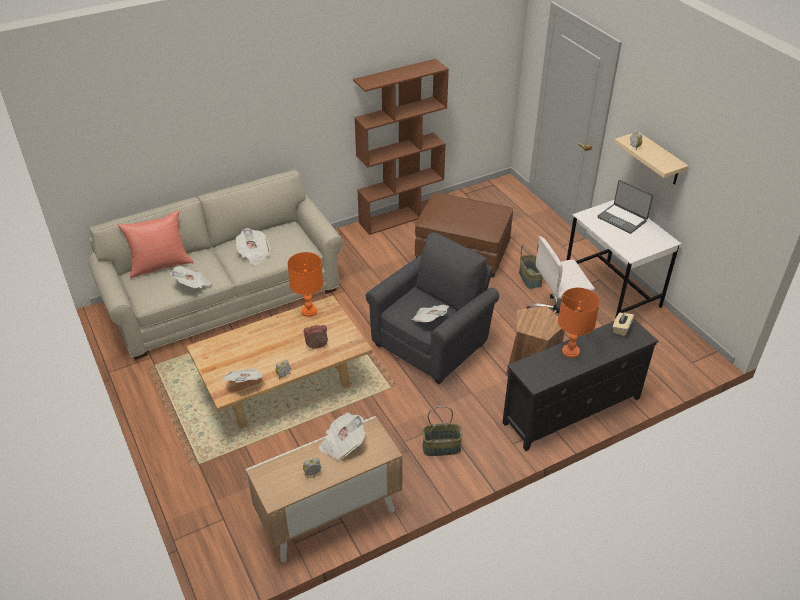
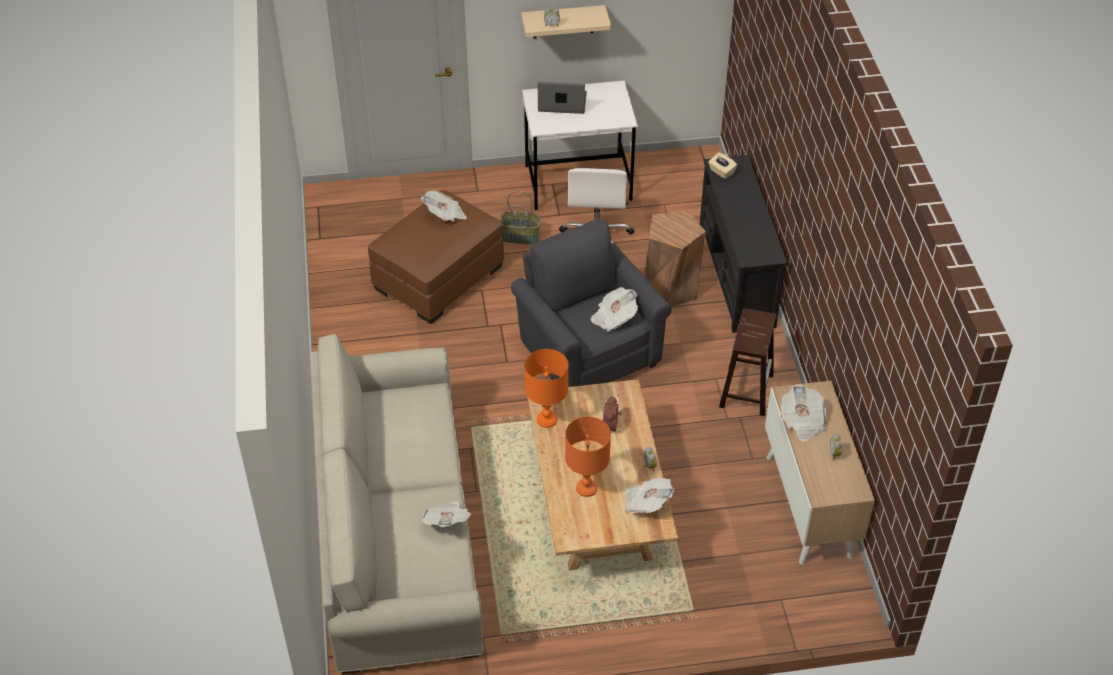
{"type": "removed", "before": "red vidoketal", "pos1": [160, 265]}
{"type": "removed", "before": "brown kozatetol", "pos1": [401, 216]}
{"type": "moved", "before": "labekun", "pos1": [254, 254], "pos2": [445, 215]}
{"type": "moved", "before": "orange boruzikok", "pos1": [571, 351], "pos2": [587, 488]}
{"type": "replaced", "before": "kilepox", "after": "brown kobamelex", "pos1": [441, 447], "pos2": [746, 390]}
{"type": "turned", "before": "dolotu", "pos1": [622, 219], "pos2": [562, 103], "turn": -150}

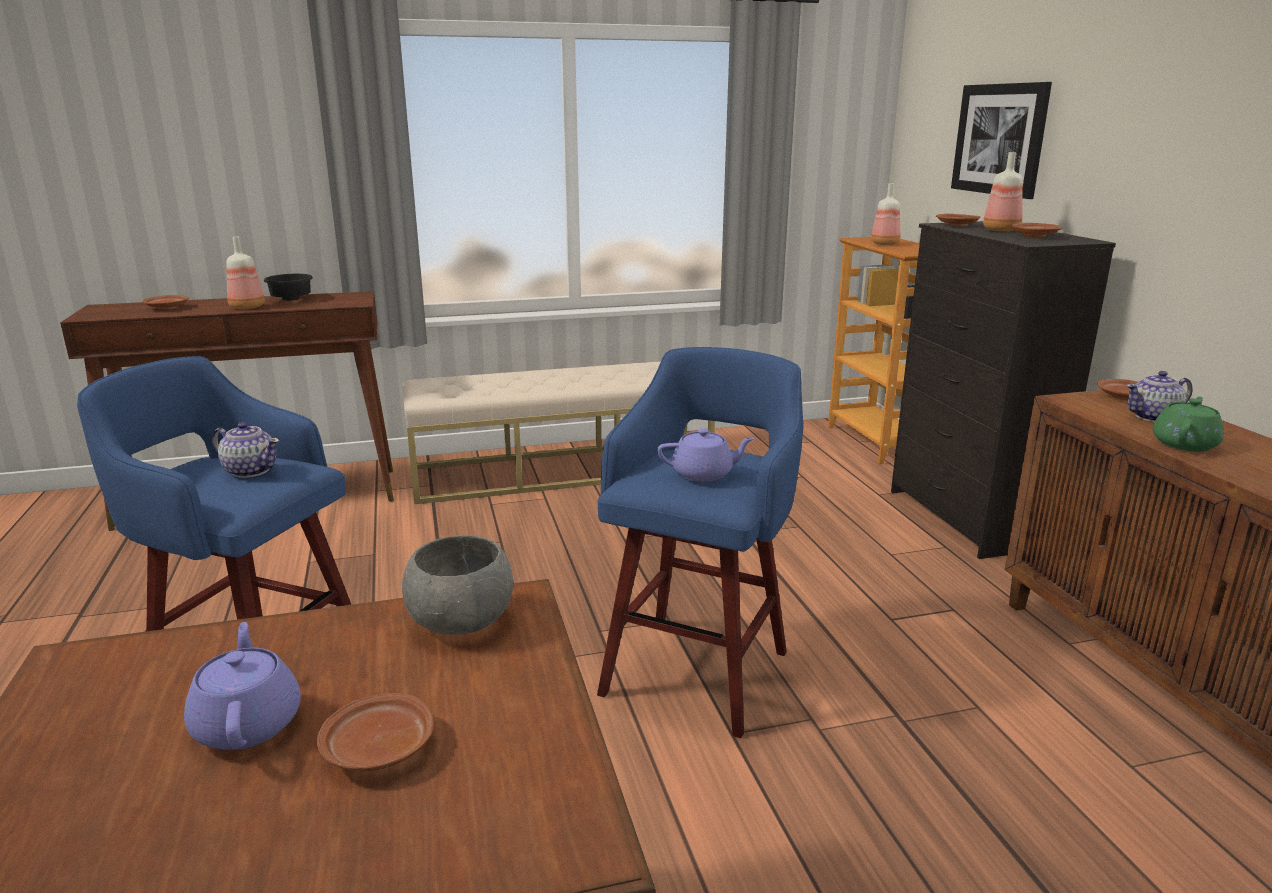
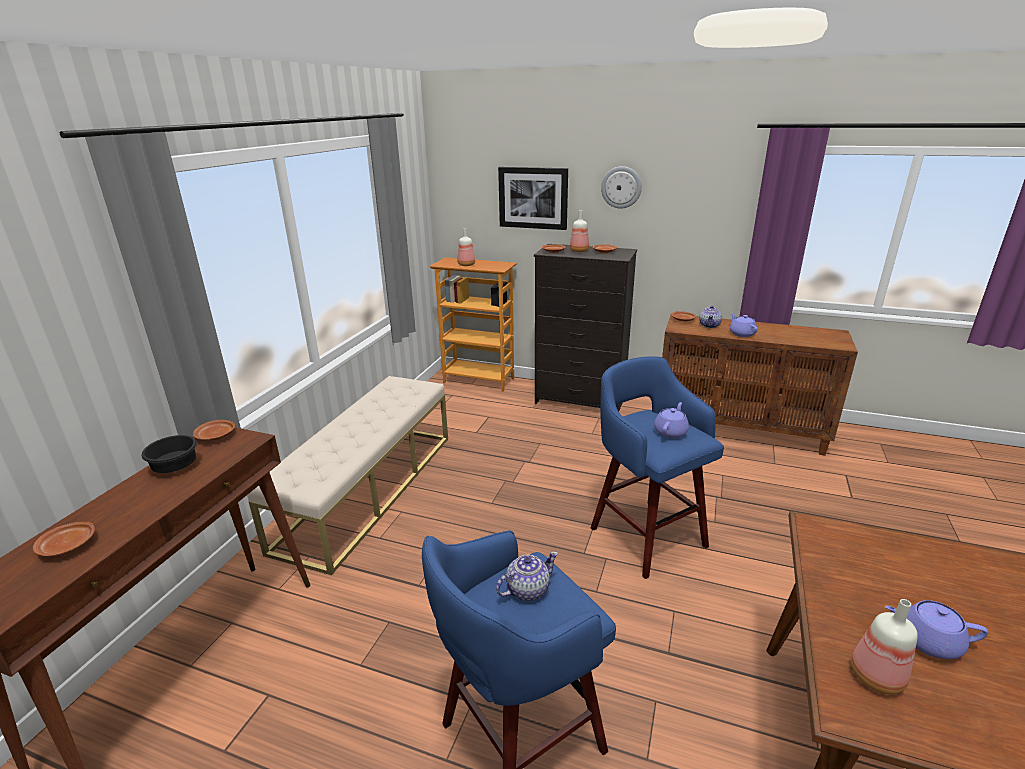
{"type": "removed", "before": "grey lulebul", "pos1": [460, 621]}
{"type": "added", "after": "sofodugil", "pos2": [621, 187]}
{"type": "moved", "before": "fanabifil", "pos1": [246, 307], "pos2": [875, 677]}
{"type": "moved", "before": "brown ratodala", "pos1": [378, 749], "pos2": [216, 436]}
{"type": "recoloured", "before": "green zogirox", "after": "purple zogirox", "pos1": [1184, 444], "pos2": [741, 333]}

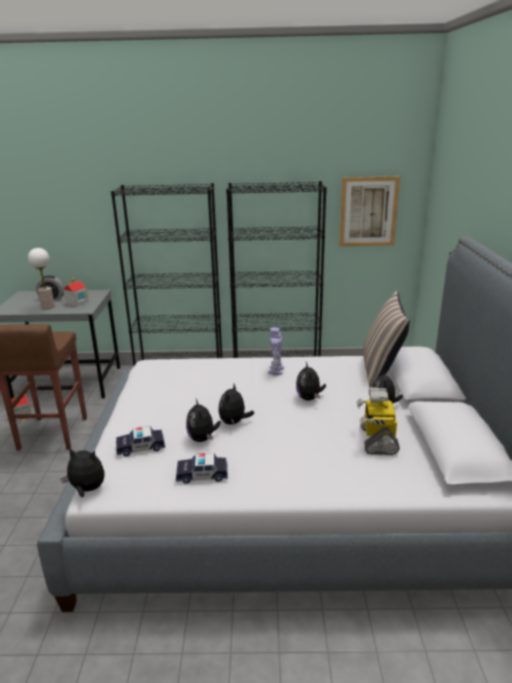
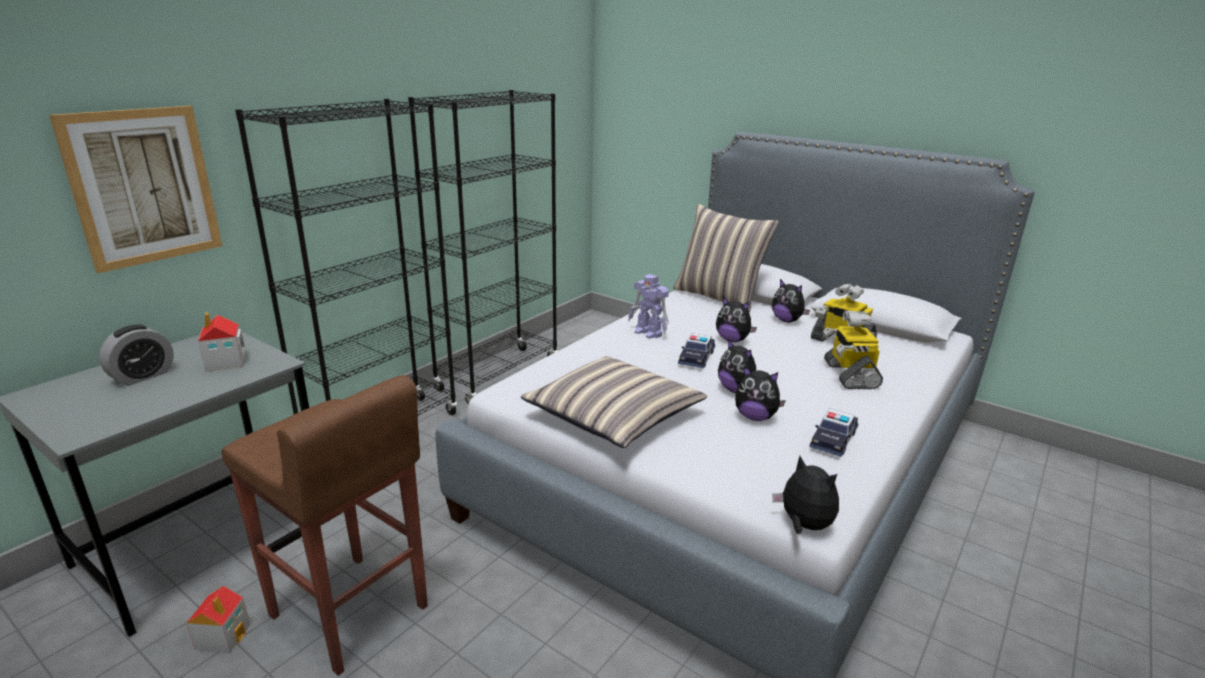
{"type": "removed", "before": "boruzikok", "pos1": [48, 307]}
{"type": "added", "after": "vidoketal", "pos2": [614, 415]}
{"type": "added", "after": "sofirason", "pos2": [849, 375]}
{"type": "moved", "before": "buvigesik", "pos1": [140, 447], "pos2": [696, 358]}
{"type": "moved", "before": "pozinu", "pos1": [368, 212], "pos2": [143, 187]}
{"type": "turned", "before": "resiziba", "pos1": [87, 490], "pos2": [803, 526], "turn": 90}

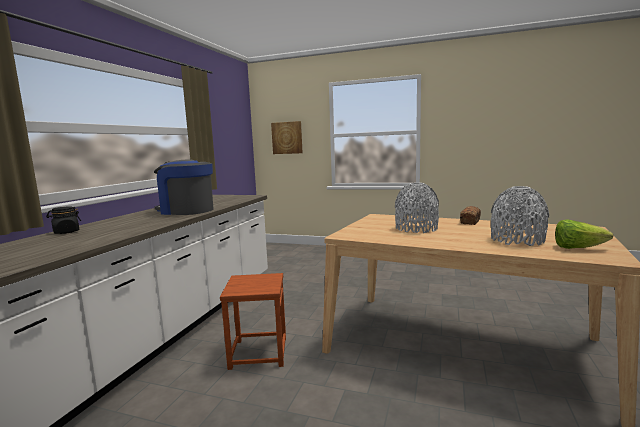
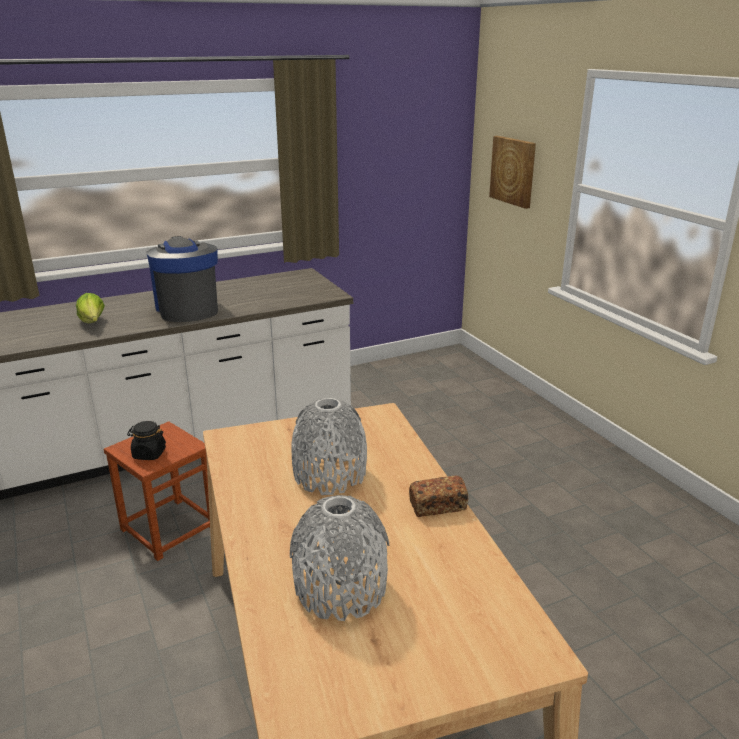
{"type": "moved", "before": "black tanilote", "pos1": [66, 232], "pos2": [149, 454]}
{"type": "moved", "before": "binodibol", "pos1": [577, 248], "pos2": [93, 323]}

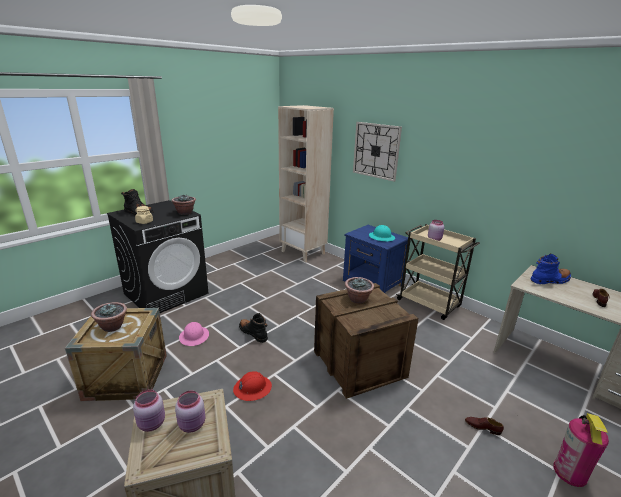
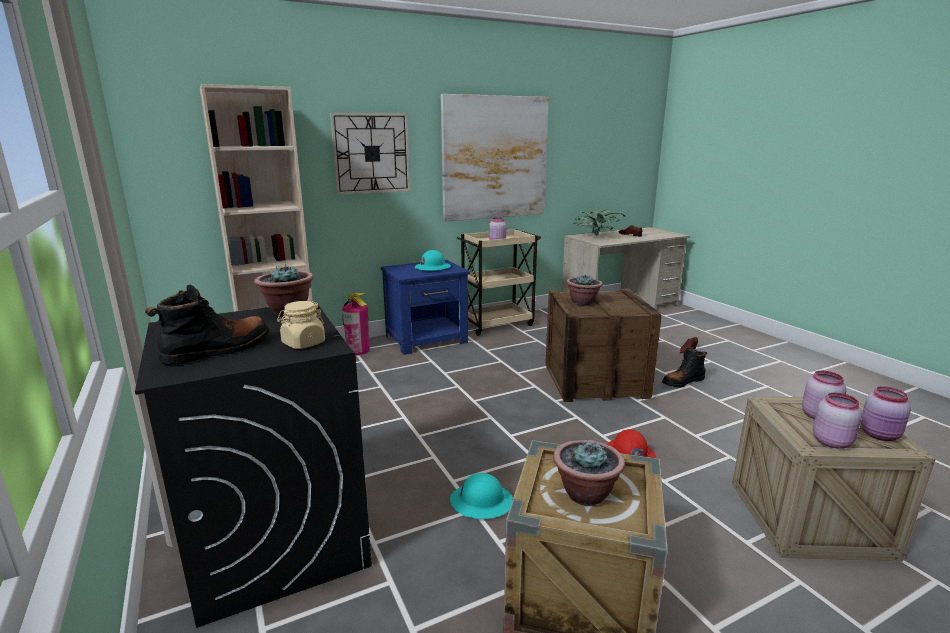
{"type": "added", "after": "pozinu", "pos2": [495, 158]}
{"type": "added", "after": "pink tanilote", "pos2": [880, 435]}
{"type": "moved", "before": "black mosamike", "pos1": [253, 333], "pos2": [683, 382]}
{"type": "moved", "before": "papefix", "pos1": [570, 472], "pos2": [358, 350]}
{"type": "replaced", "before": "blue mosamike", "after": "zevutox", "pos1": [550, 280], "pos2": [595, 237]}
{"type": "recoloured", "before": "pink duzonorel", "after": "turquoise duzonorel", "pos1": [194, 336], "pos2": [481, 501]}

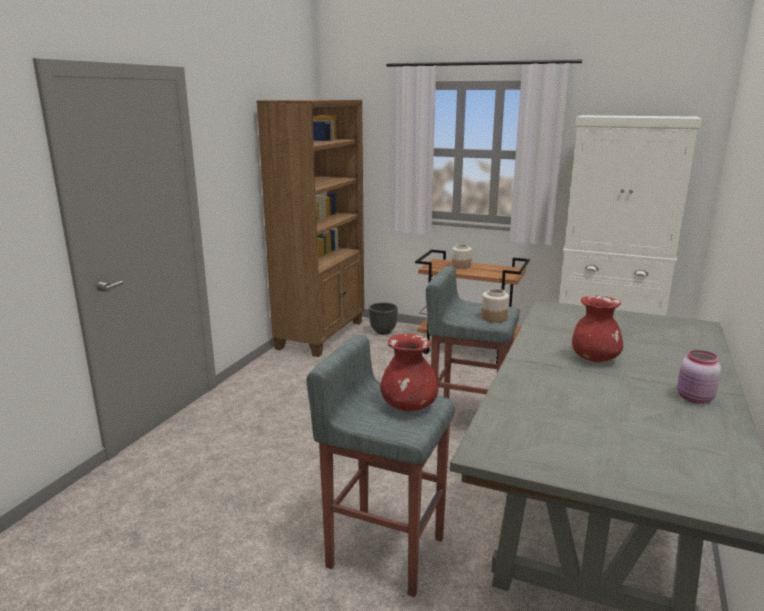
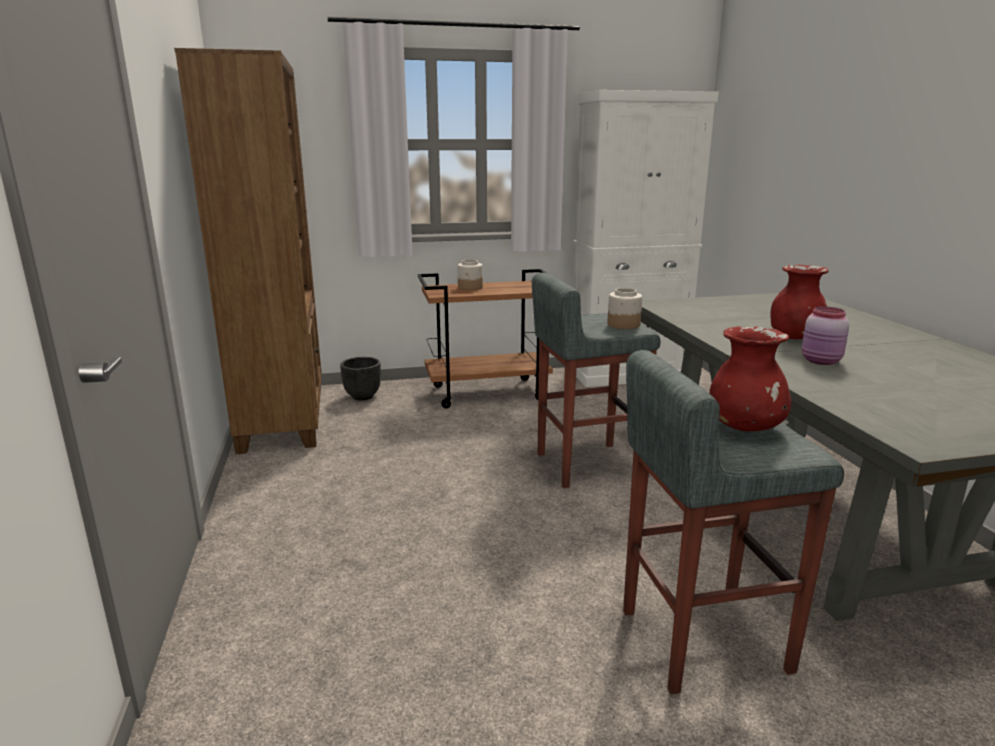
{"type": "moved", "before": "pink tanilote", "pos1": [694, 399], "pos2": [821, 361]}

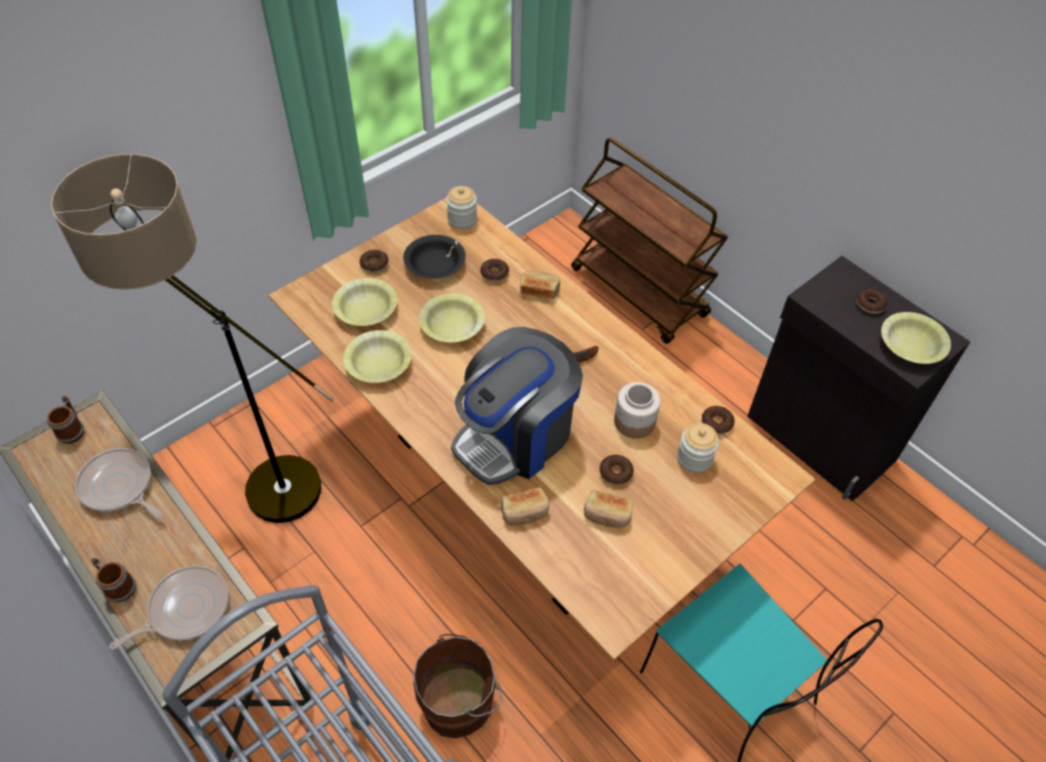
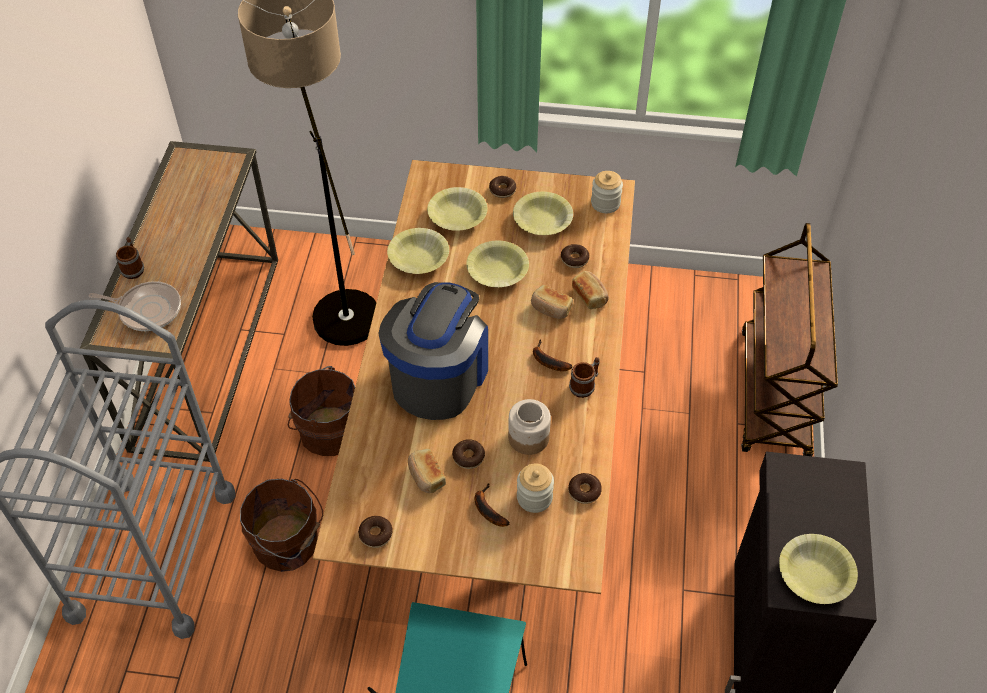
{"type": "removed", "before": "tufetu", "pos1": [119, 487]}
{"type": "added", "after": "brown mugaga", "pos2": [327, 430]}
{"type": "added", "after": "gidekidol", "pos2": [487, 509]}
{"type": "moved", "before": "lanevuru", "pos1": [72, 429], "pos2": [585, 385]}
{"type": "moved", "before": "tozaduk", "pos1": [524, 512], "pos2": [551, 308]}
{"type": "moved", "before": "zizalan", "pos1": [870, 304], "pos2": [376, 534]}
{"type": "recoloured", "before": "black lulebul", "after": "yellow lulebul", "pos1": [435, 264], "pos2": [542, 221]}
{"type": "turned", "before": "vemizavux", "pos1": [515, 436], "pos2": [439, 376], "turn": 105}

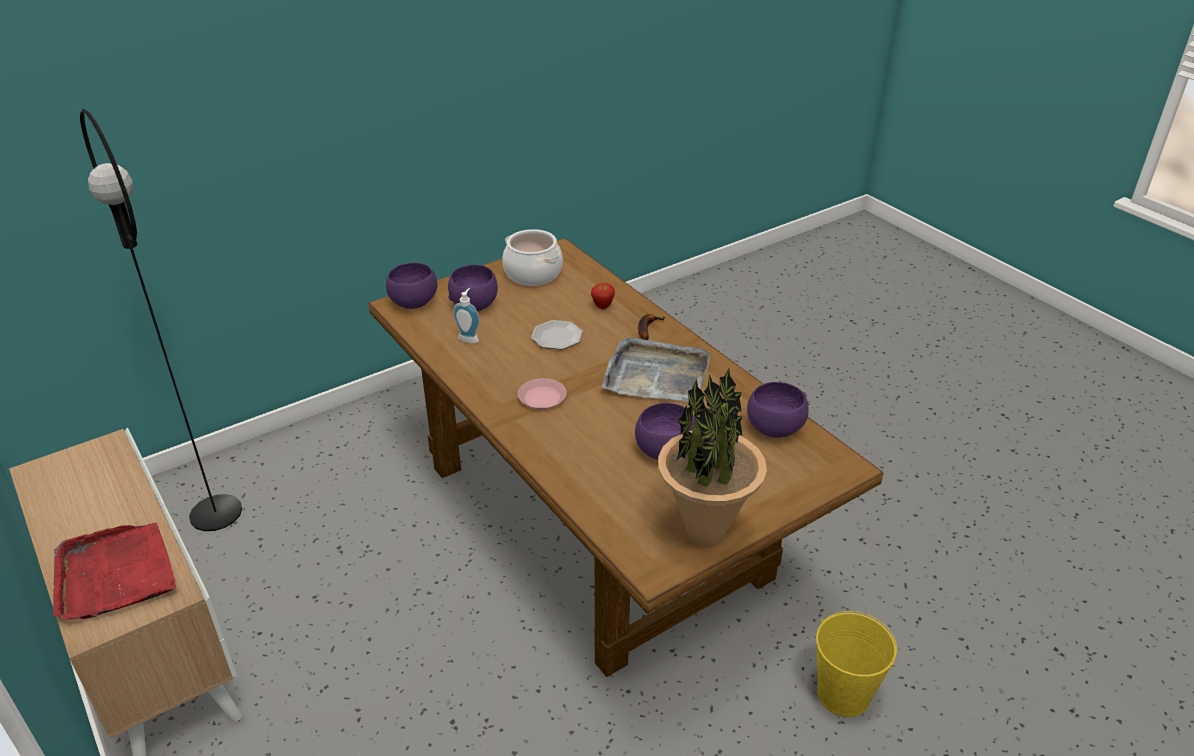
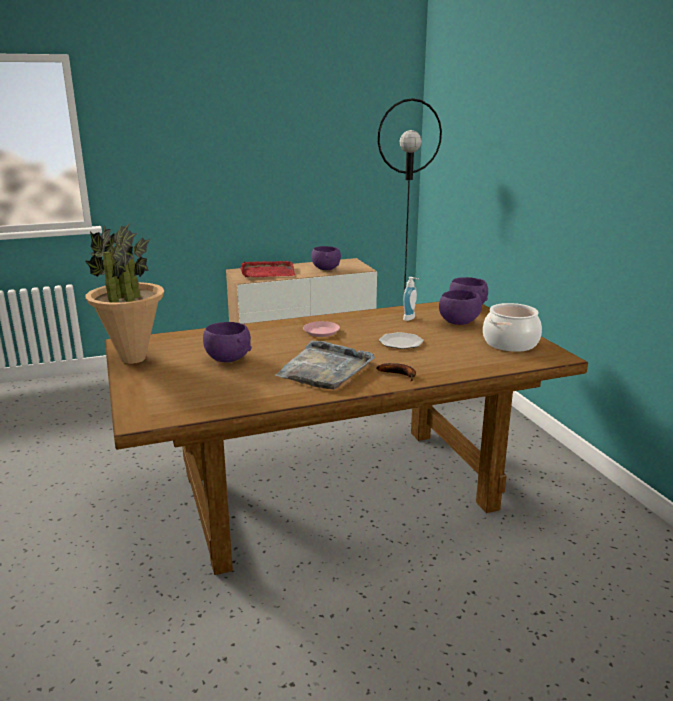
{"type": "removed", "before": "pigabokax", "pos1": [602, 307]}
{"type": "removed", "before": "yellow mugaga", "pos1": [843, 694]}
{"type": "moved", "before": "purple lulebul", "pos1": [773, 429], "pos2": [326, 269]}

